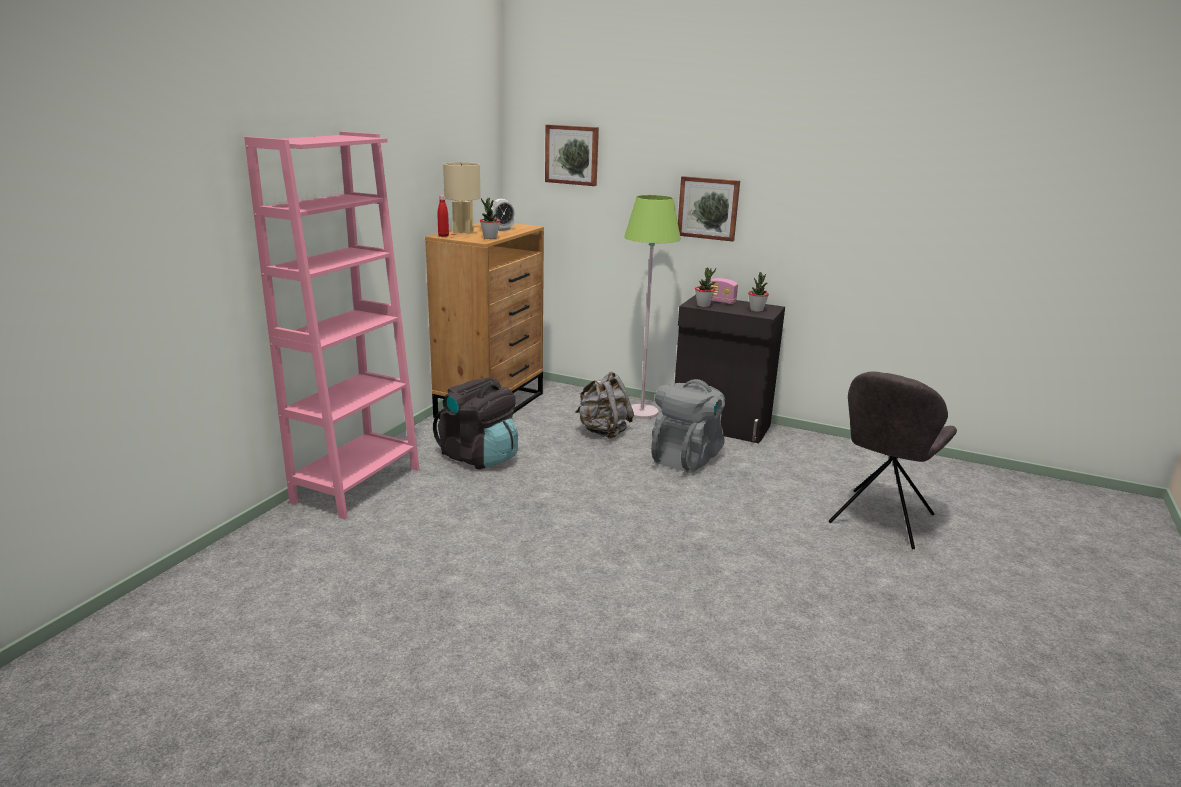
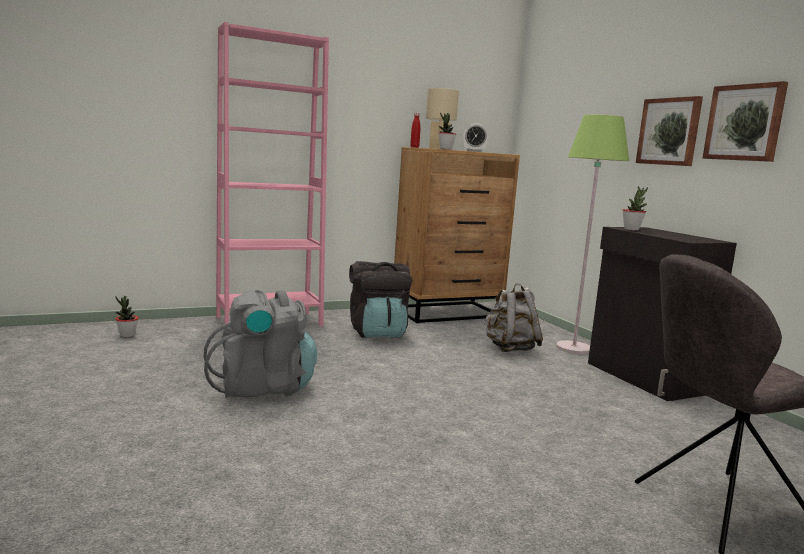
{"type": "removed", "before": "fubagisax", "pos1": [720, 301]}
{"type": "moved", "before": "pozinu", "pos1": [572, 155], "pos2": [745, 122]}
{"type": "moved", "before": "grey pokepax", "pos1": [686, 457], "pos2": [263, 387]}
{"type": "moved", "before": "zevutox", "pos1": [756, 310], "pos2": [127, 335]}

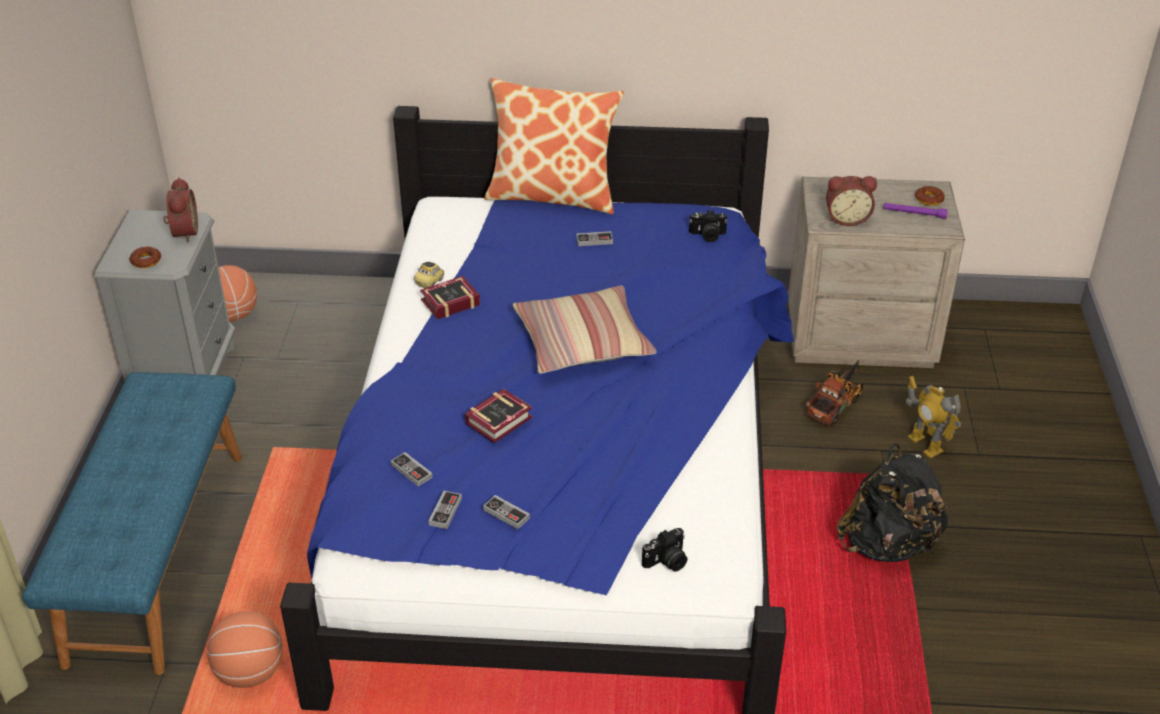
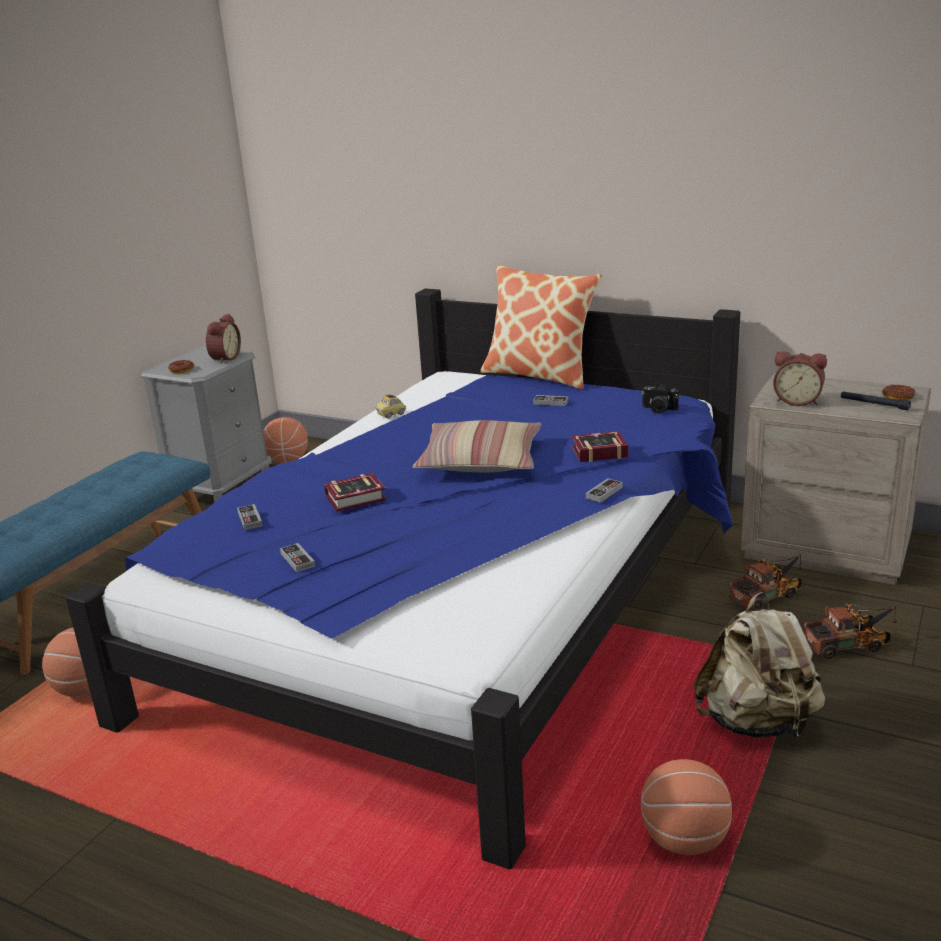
{"type": "removed", "before": "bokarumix", "pos1": [667, 562]}
{"type": "added", "after": "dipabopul", "pos2": [685, 840]}
{"type": "moved", "before": "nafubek", "pos1": [447, 302], "pos2": [596, 452]}
{"type": "moved", "before": "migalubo", "pos1": [445, 511], "pos2": [604, 492]}
{"type": "replaced", "before": "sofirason", "after": "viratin", "pos1": [925, 444], "pos2": [851, 645]}
{"type": "recoloured", "before": "black pokepax", "after": "beige pokepax", "pos1": [887, 544], "pos2": [757, 723]}
{"type": "recoloured", "before": "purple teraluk", "after": "black teraluk", "pos1": [914, 214], "pos2": [874, 404]}

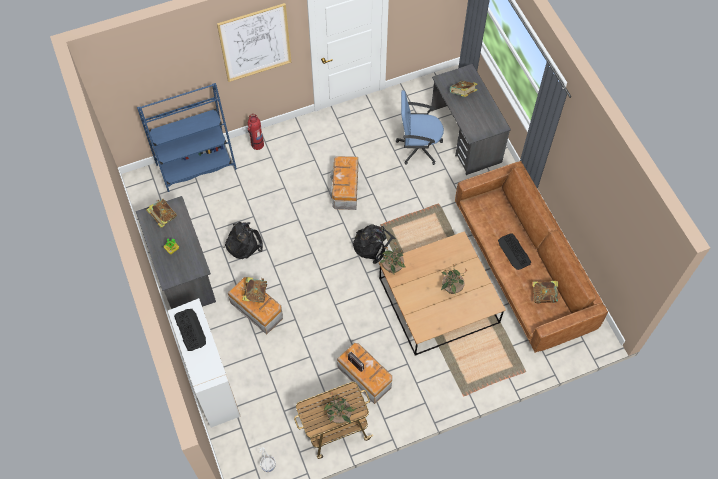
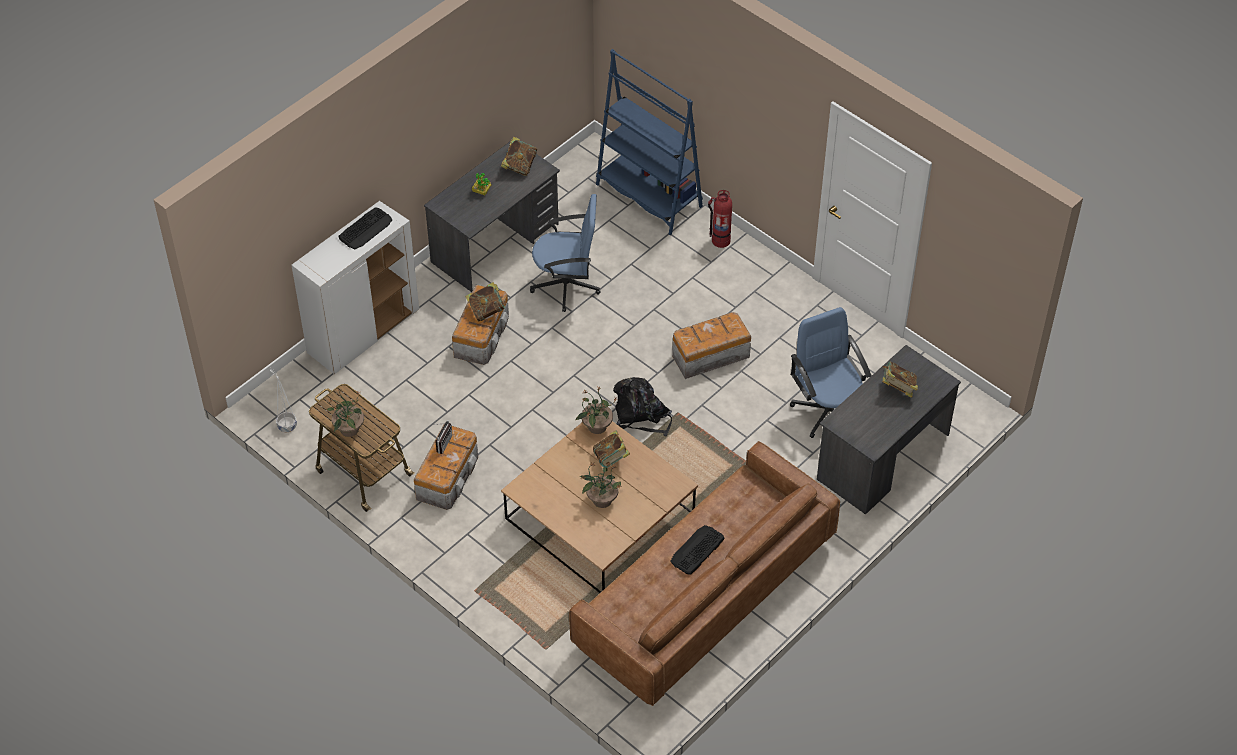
{"type": "removed", "before": "pozinu", "pos1": [255, 42]}
{"type": "moved", "before": "nafubek", "pos1": [544, 296], "pos2": [611, 459]}
{"type": "replaced", "before": "black pokepax", "after": "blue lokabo", "pos1": [243, 243], "pos2": [567, 285]}

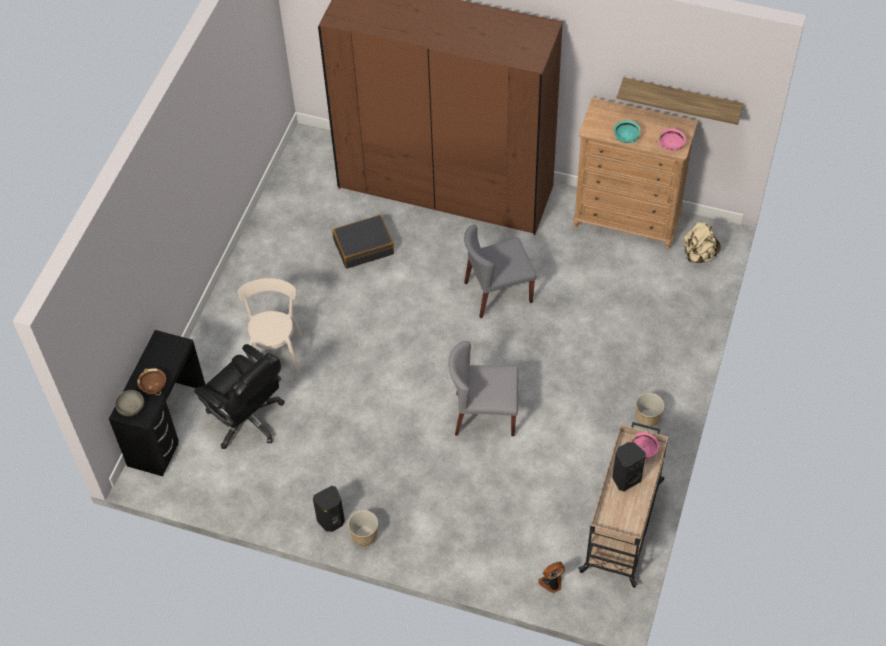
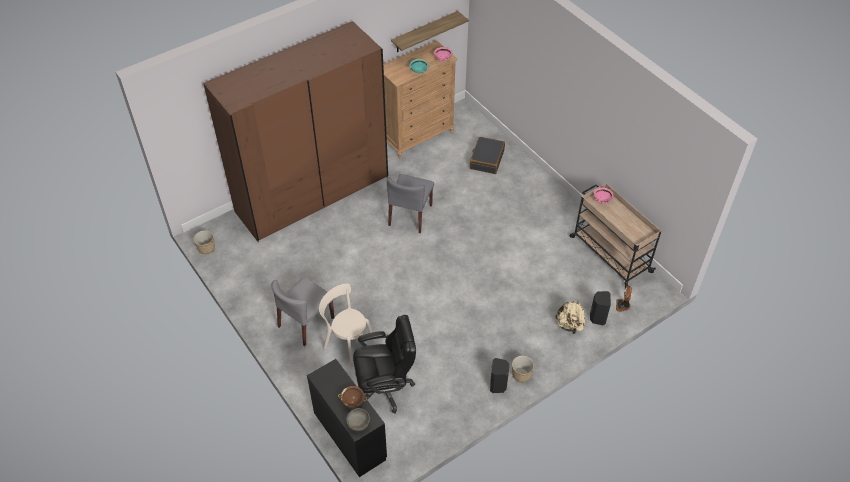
{"type": "moved", "before": "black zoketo", "pos1": [363, 247], "pos2": [486, 159]}
{"type": "moved", "before": "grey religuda", "pos1": [484, 414], "pos2": [306, 322]}
{"type": "moved", "before": "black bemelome", "pos1": [625, 478], "pos2": [597, 318]}
{"type": "moved", "before": "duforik", "pos1": [647, 417], "pos2": [206, 248]}
{"type": "moved", "before": "beige pokepax", "pos1": [698, 255], "pos2": [570, 325]}

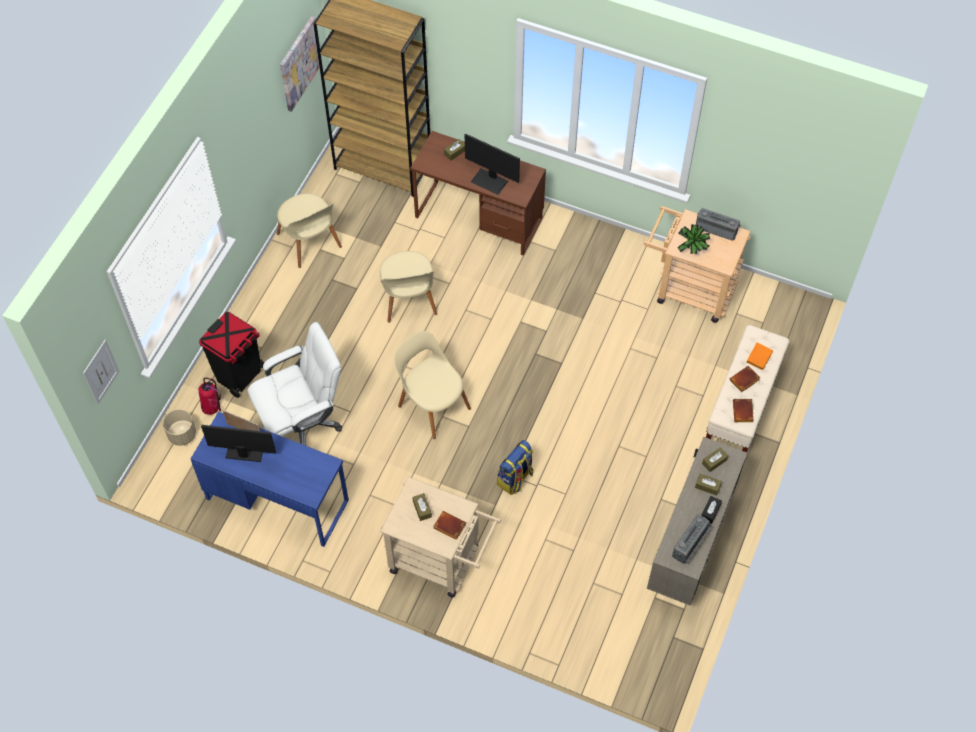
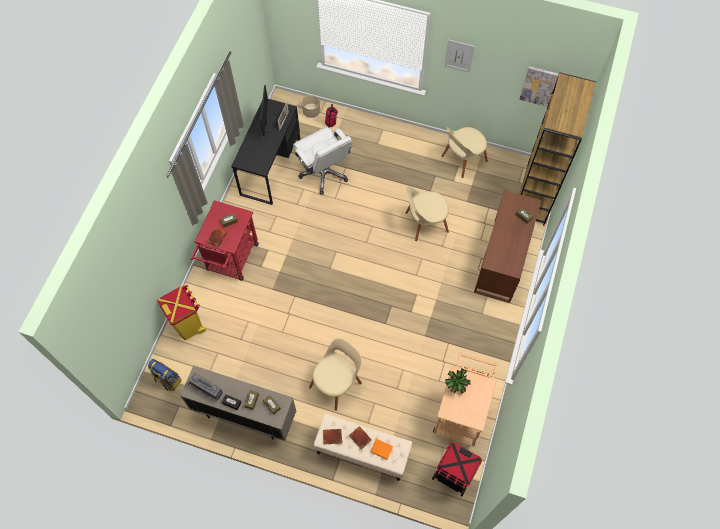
{"type": "removed", "before": "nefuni", "pos1": [490, 181]}
{"type": "removed", "before": "fubagisax", "pos1": [717, 228]}
{"type": "added", "after": "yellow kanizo", "pos2": [188, 324]}
{"type": "moved", "before": "pozinu", "pos1": [100, 371], "pos2": [459, 56]}
{"type": "moved", "before": "black kanizo", "pos1": [240, 375], "pos2": [452, 476]}
{"type": "moved", "before": "beige religuda", "pos1": [432, 404], "pos2": [337, 383]}
{"type": "moved", "before": "pokepax", "pos1": [515, 478], "pos2": [167, 379]}
{"type": "recoloured", "before": "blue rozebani", "after": "black rozebani", "pos1": [277, 499], "pos2": [270, 166]}
{"type": "recoloured", "before": "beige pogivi", "after": "red pogivi", "pos1": [441, 562], "pos2": [230, 261]}

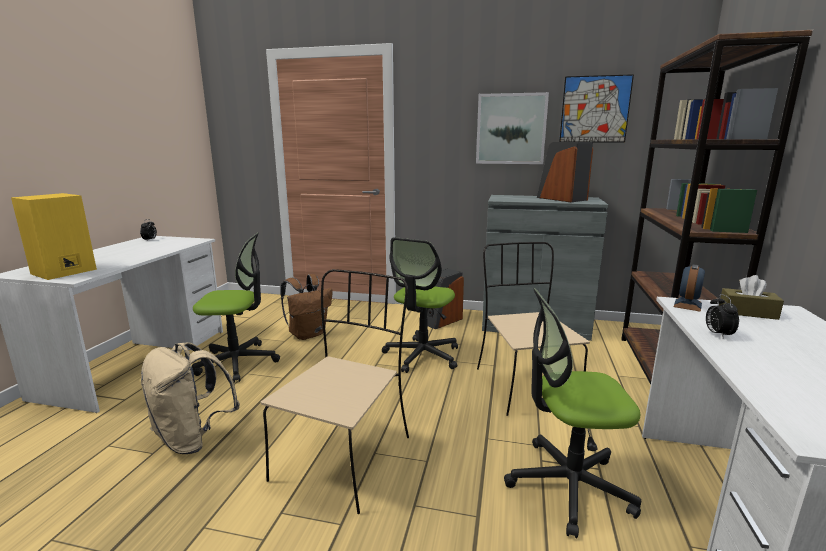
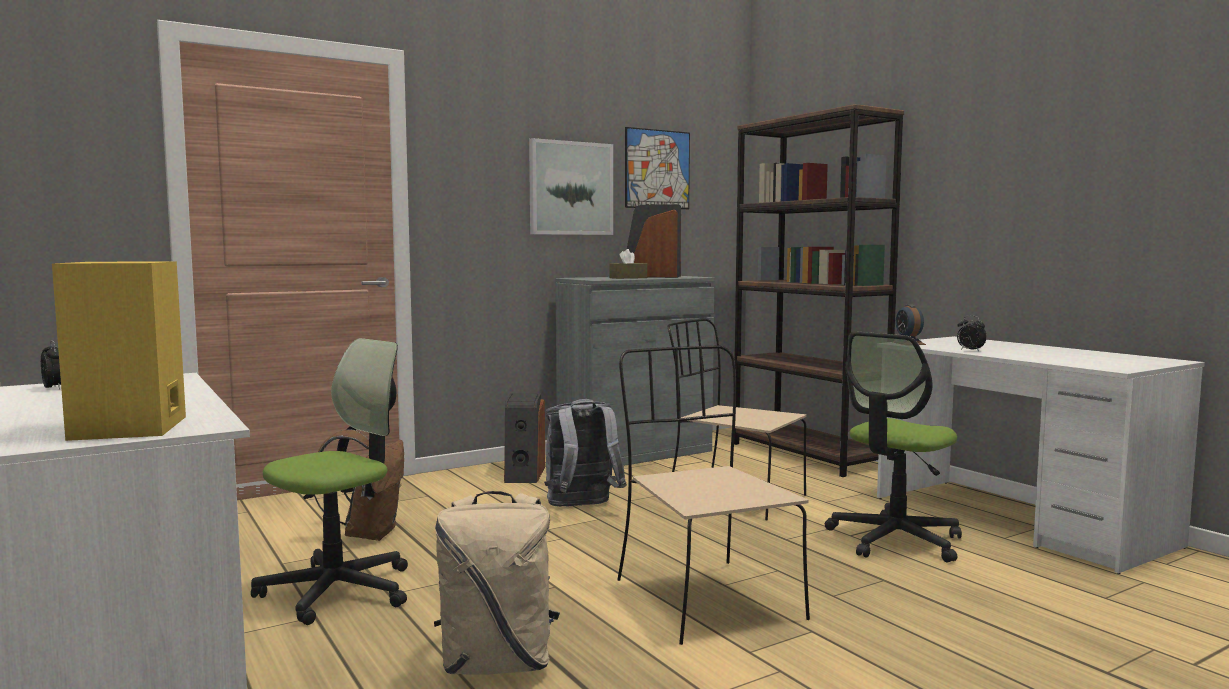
{"type": "moved", "before": "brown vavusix", "pos1": [747, 312], "pos2": [628, 278]}
{"type": "replaced", "before": "lokabo", "after": "grey pokepax", "pos1": [422, 355], "pos2": [581, 507]}

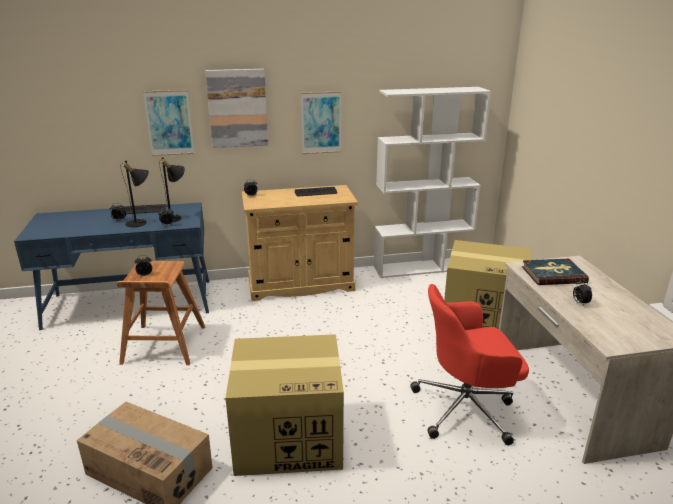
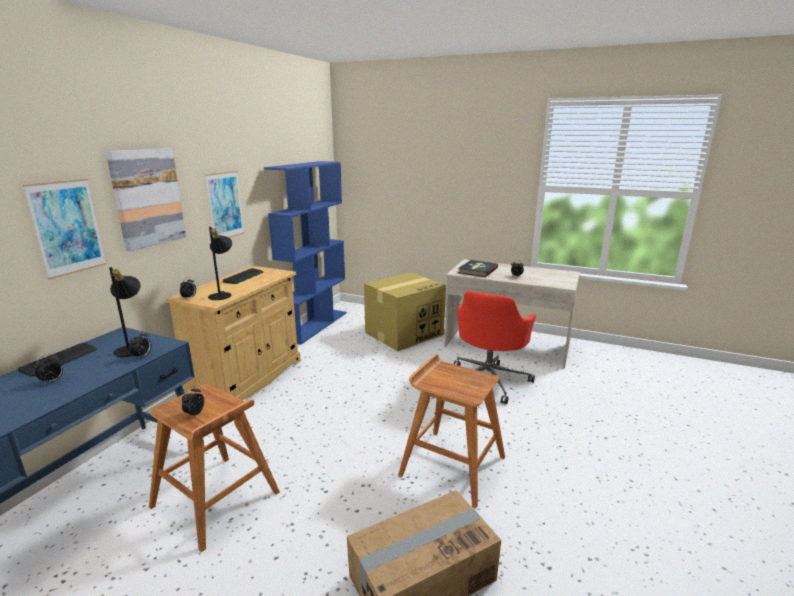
{"type": "moved", "before": "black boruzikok", "pos1": [140, 223], "pos2": [222, 295]}
{"type": "replaced", "before": "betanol", "after": "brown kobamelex", "pos1": [290, 437], "pos2": [451, 465]}
{"type": "recoloured", "before": "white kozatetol", "after": "blue kozatetol", "pos1": [422, 267], "pos2": [315, 325]}

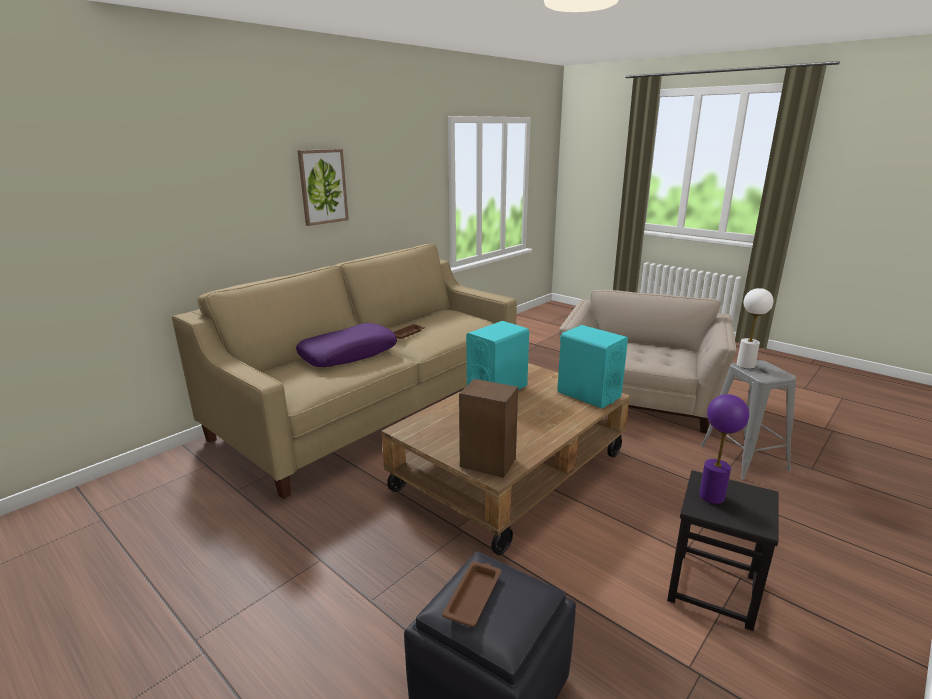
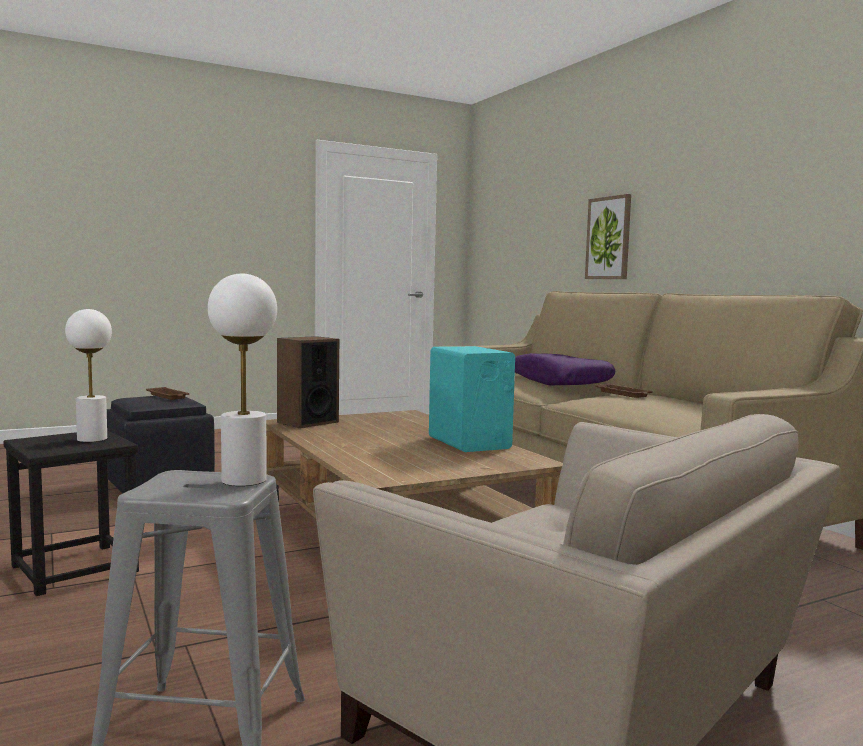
{"type": "removed", "before": "turquoise bemelome", "pos1": [588, 394]}
{"type": "moved", "before": "pozinu", "pos1": [323, 186], "pos2": [609, 238]}
{"type": "recoloured", "before": "purple boruzikok", "after": "white boruzikok", "pos1": [711, 496], "pos2": [92, 439]}

